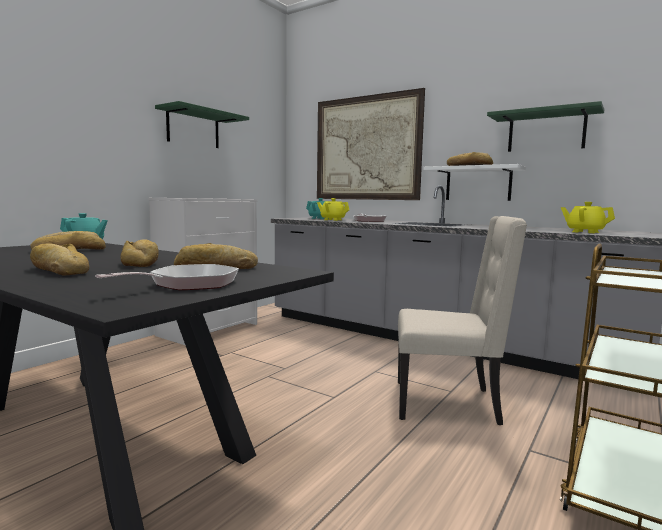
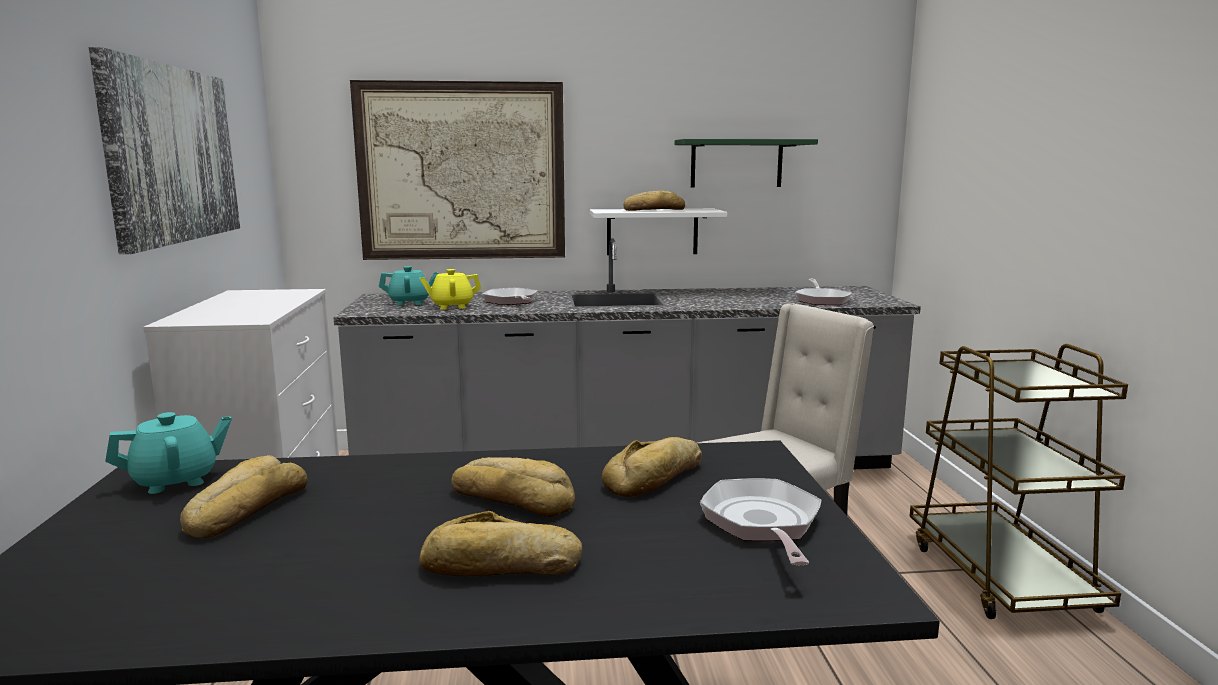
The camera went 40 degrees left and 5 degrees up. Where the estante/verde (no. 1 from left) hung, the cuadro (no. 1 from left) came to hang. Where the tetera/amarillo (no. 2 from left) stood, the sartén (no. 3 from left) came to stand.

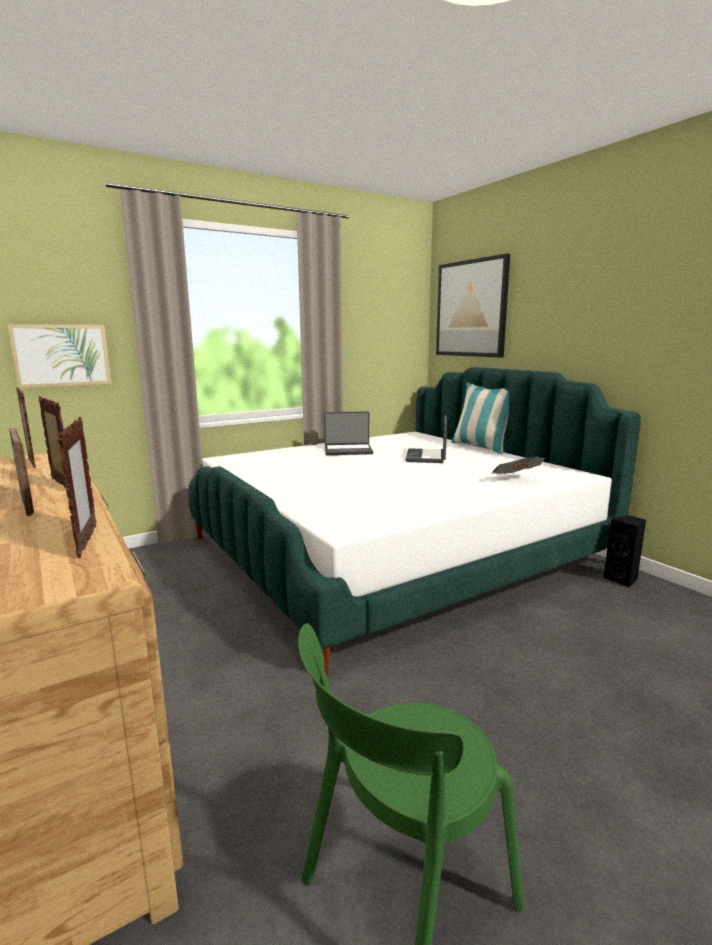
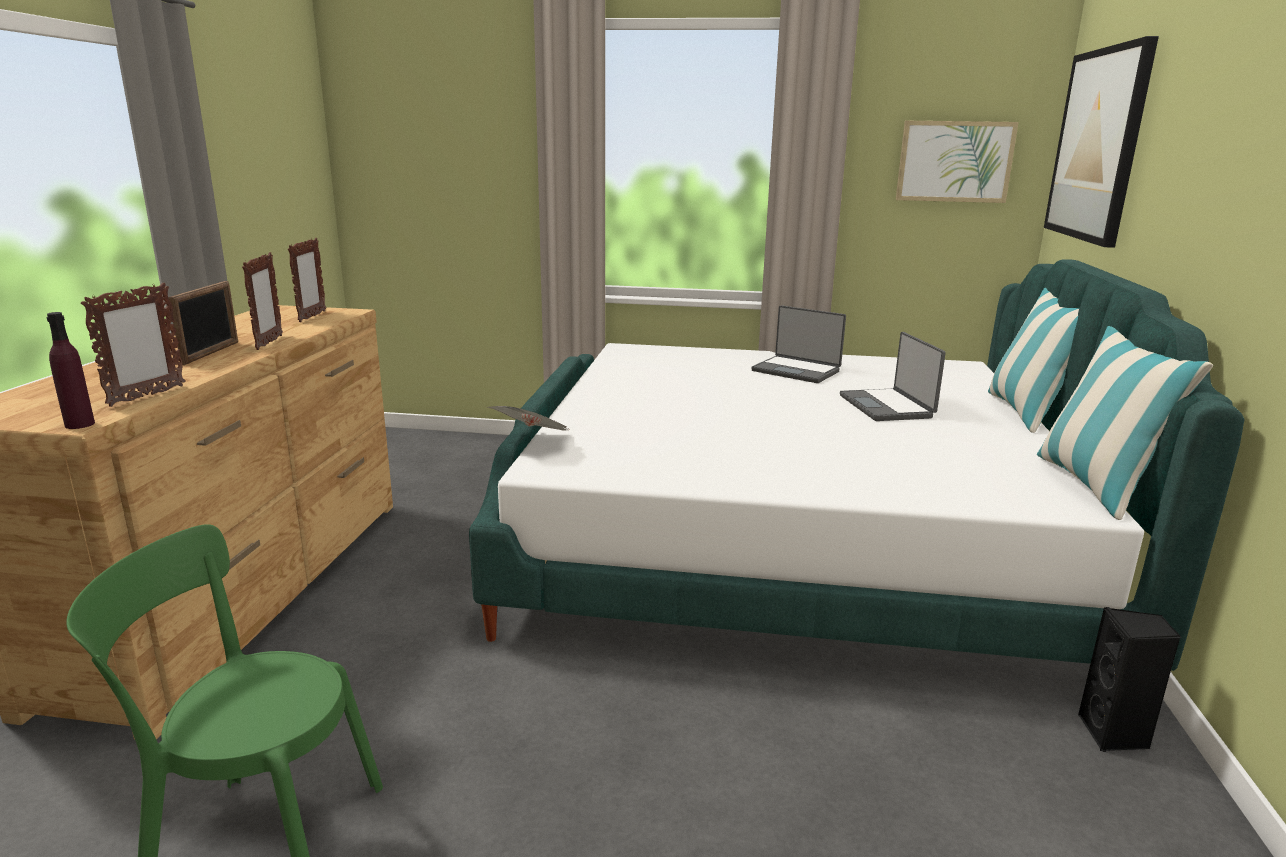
The camera went 40 degrees right and 5 degrees up. The second view gained the botella/morado. The periódico ended up elsewhere. The portátil (no. 2 from left) ended up facing another way, 60 degrees counterclockwise from before. The cuadro (no. 1 from left) ended up elsewhere. The second view gained the cojín (no. 2 from left).

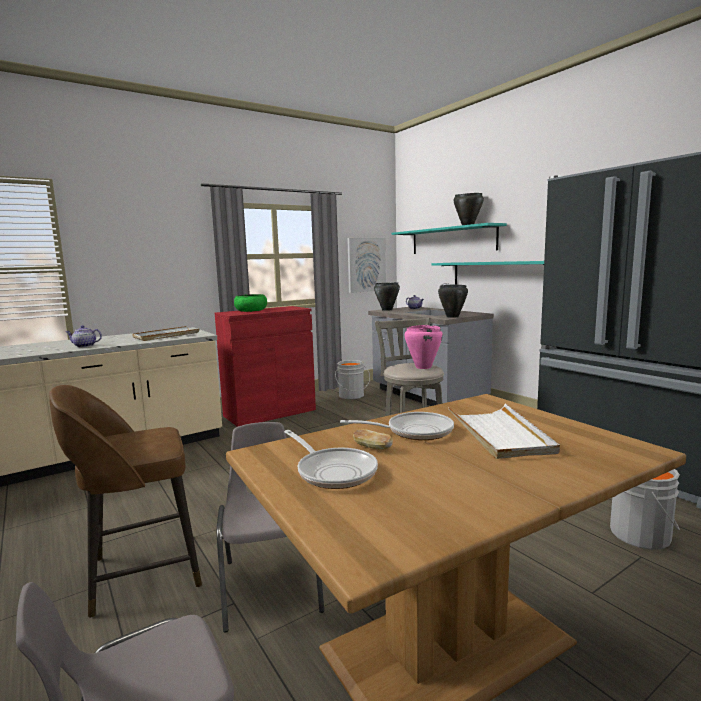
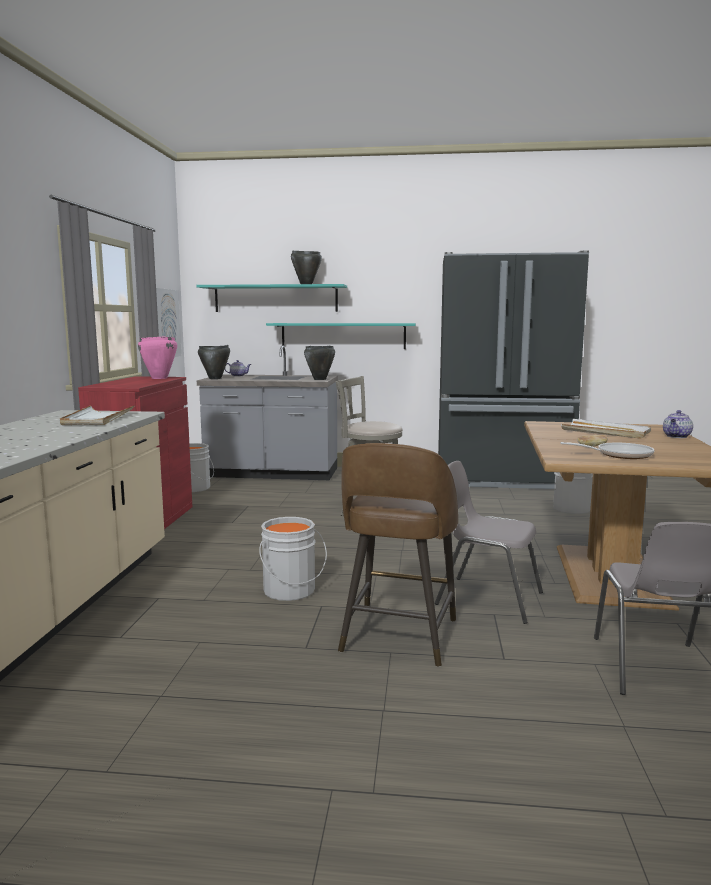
The camera went 50 degrees left and 0 degrees up. The olla/rosa ended up elsewhere. The second view gained the cubo/gris (no. 2 from left). The tetera (no. 1 from left in the first image) ended up elsewhere. The second view lost the cuenco/verde. The second view lost the sartén (no. 2 from left).

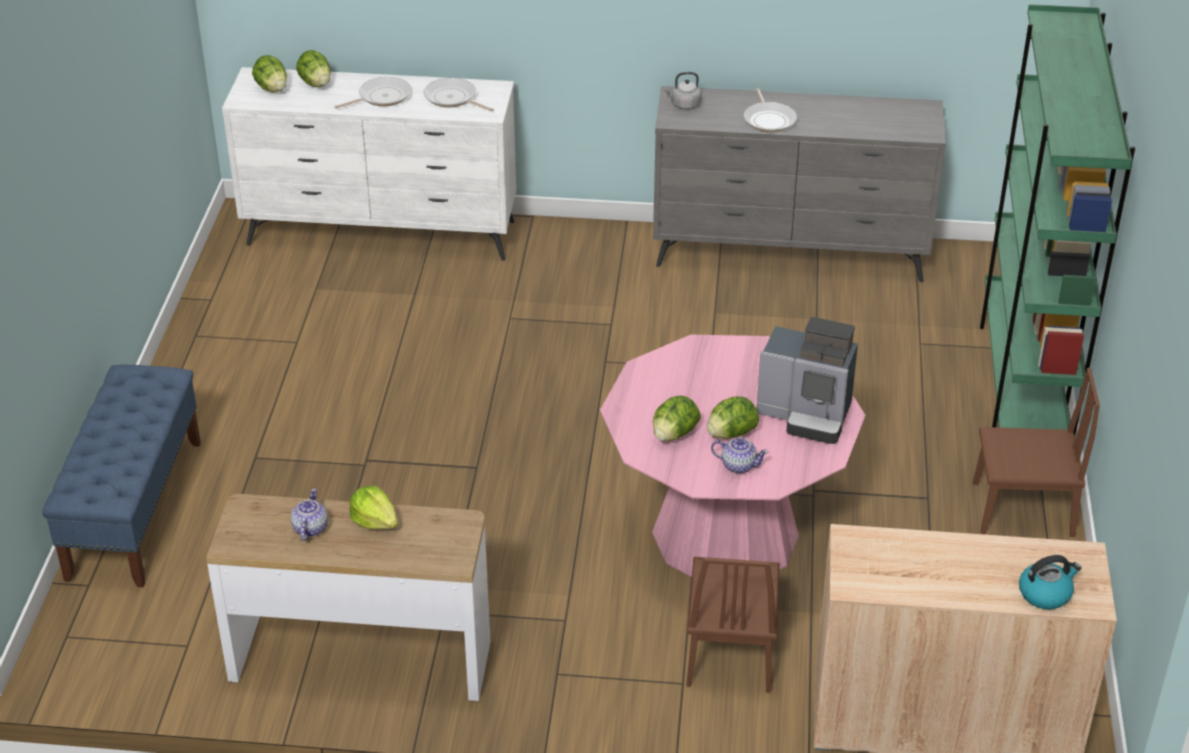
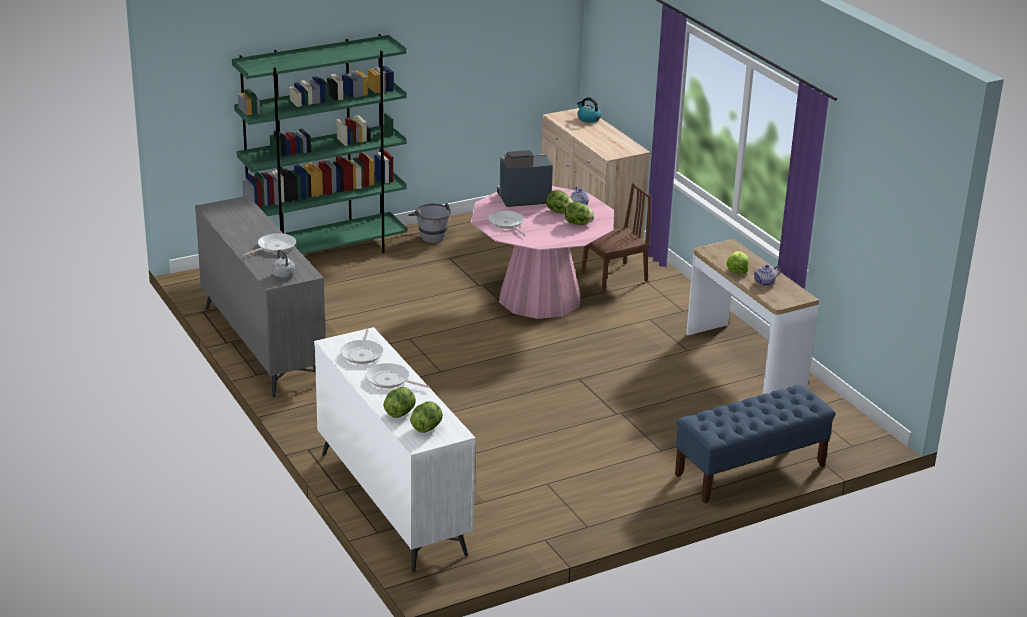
The camera went 125 degrees left and 10 degrees down. Where the silla/marrón (no. 2 from left) stood, the cubo/gris came to stand. The second view gained the sartén (no. 4 from left). The cafetera ended up facing another way, 90 degrees counterclockwise from before.

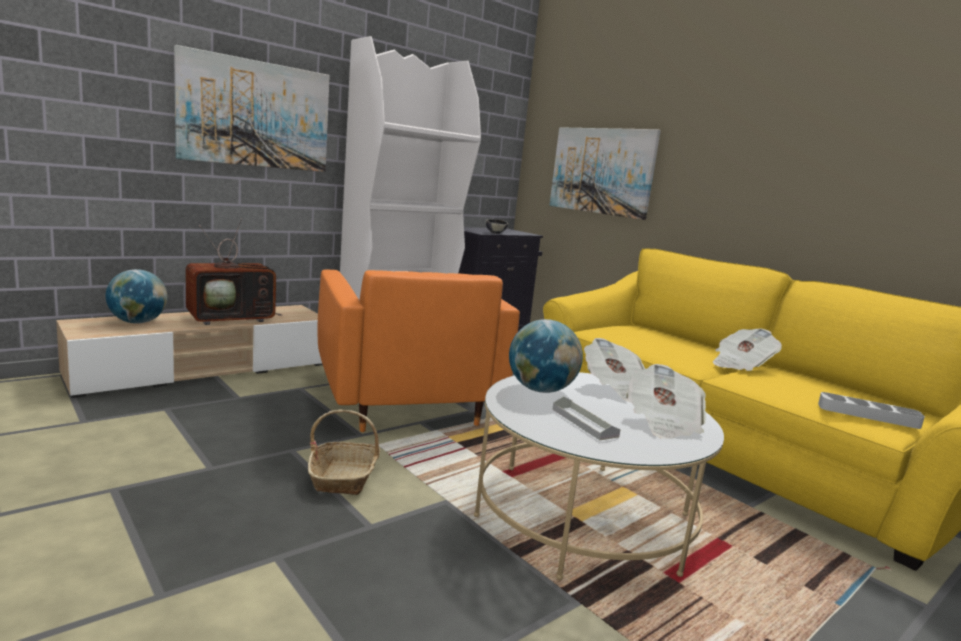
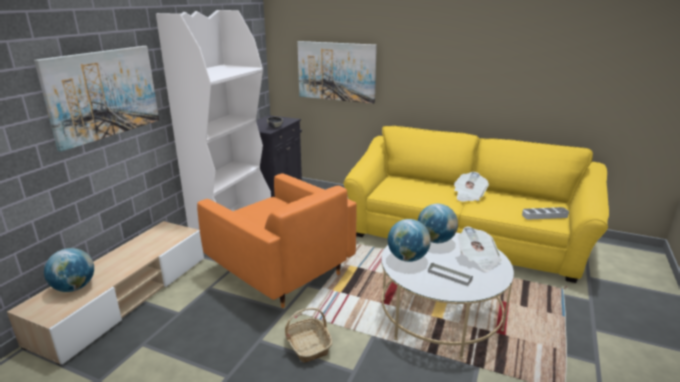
The camera went 25 degrees left and 10 degrees up. Where the periódico (no. 1 from left) stood, the globo terráqueo (no. 3 from left) came to stand. The second view lost the televisor.

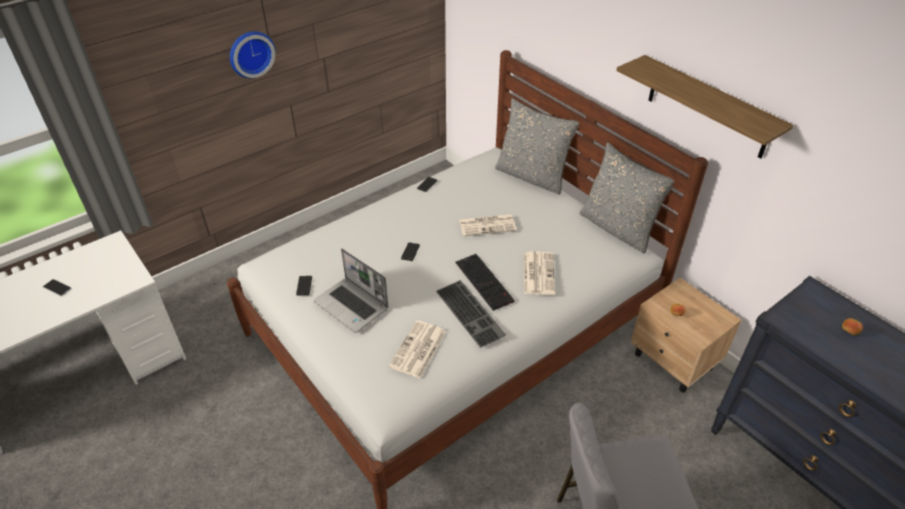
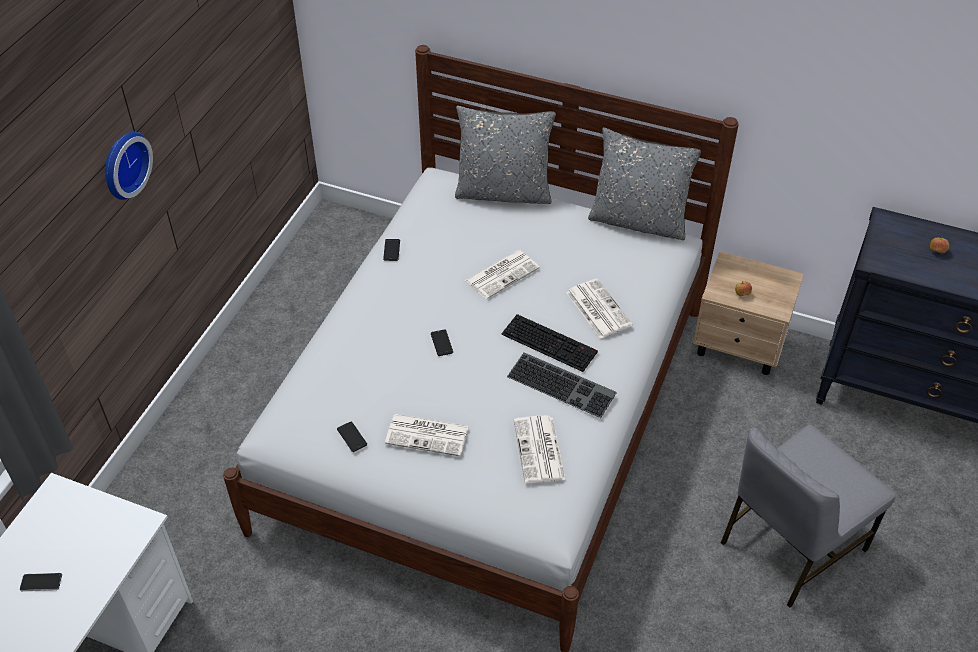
The camera went 30 degrees left and 5 degrees up. Where the portátil stood, the periódico (no. 1 from left) came to stand. The second view lost the estante.

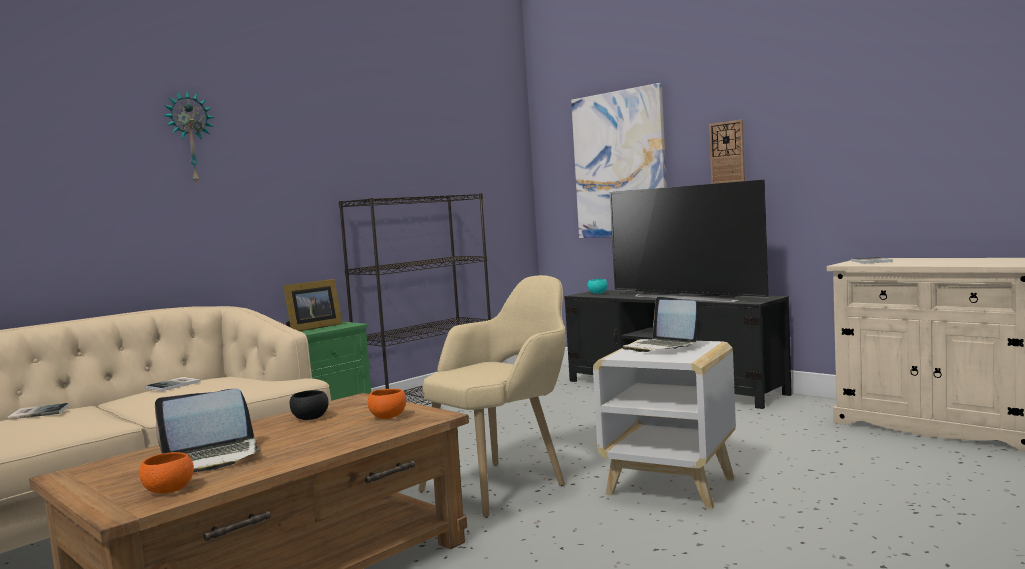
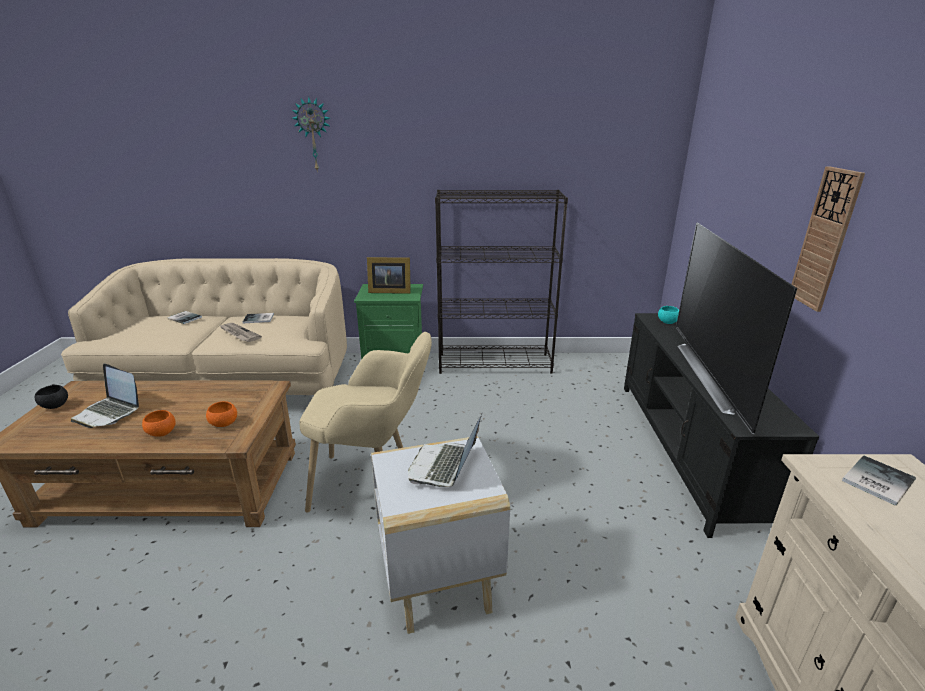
The camera went 45 degrees right and 20 degrees up. The cuenco/negro ended up elsewhere. The cuenco/naranja (no. 1 from left) ended up elsewhere. The second view gained the periódico. The second view lost the cuadro.

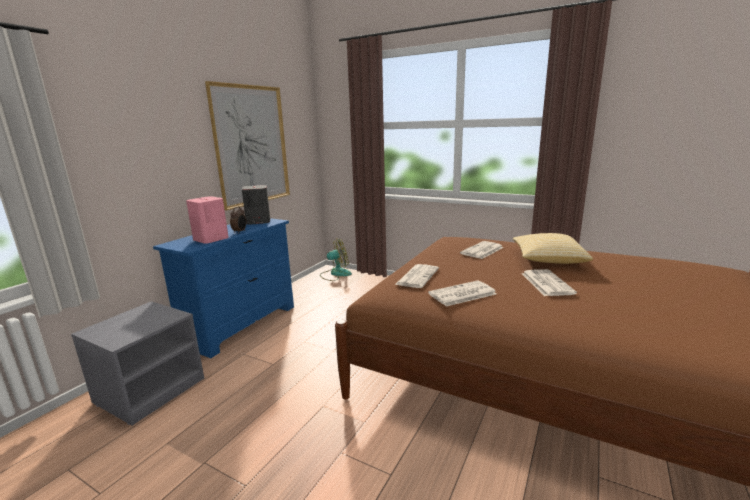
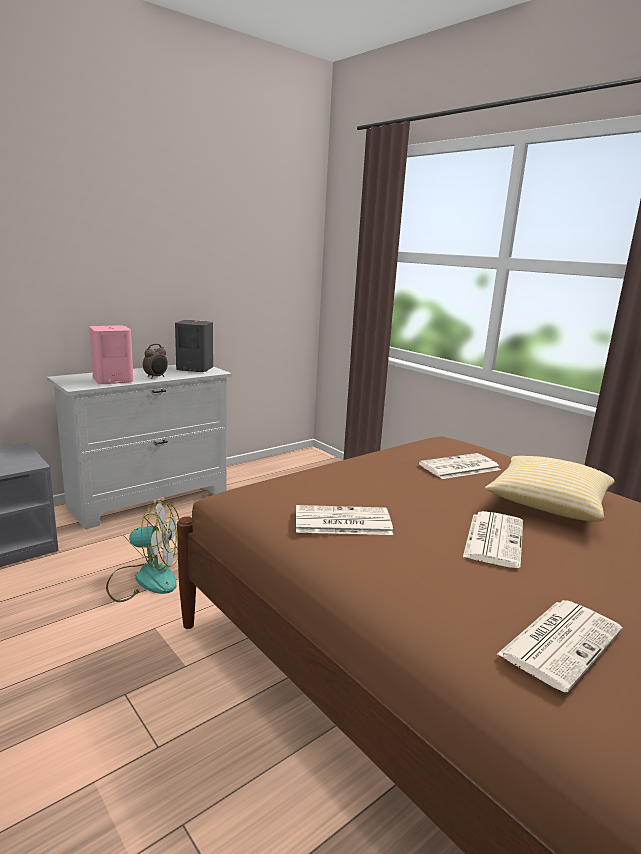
The camera went 20 degrees right and 0 degrees up. What was the cómoda/azul turned into the cómoda/blanco. The ventilador ended up elsewhere. The periódico (no. 1 from left in the first image) ended up elsewhere. The second view lost the cuadro.

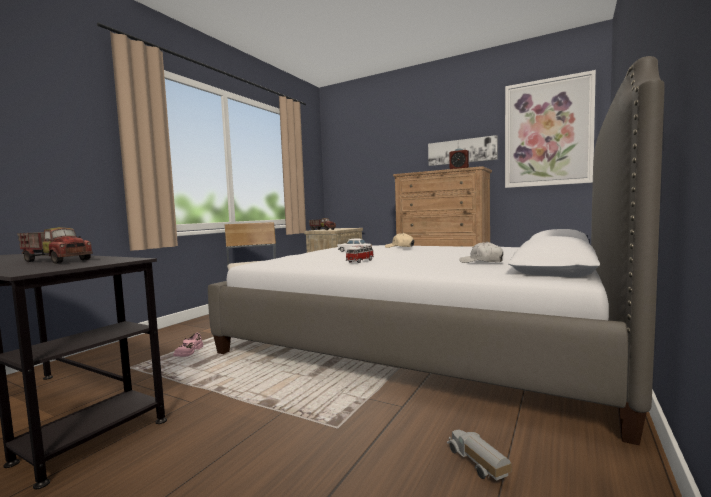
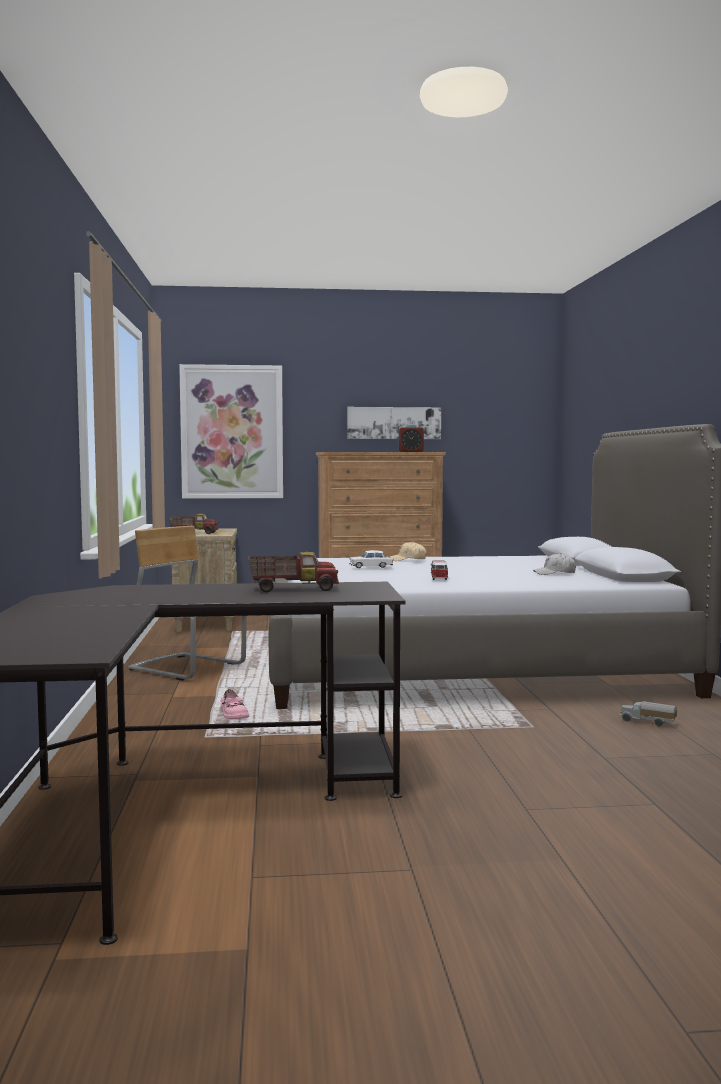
The camera went 35 degrees left and 0 degrees up. The cuadro (no. 2 from left in the first image) ended up elsewhere.

